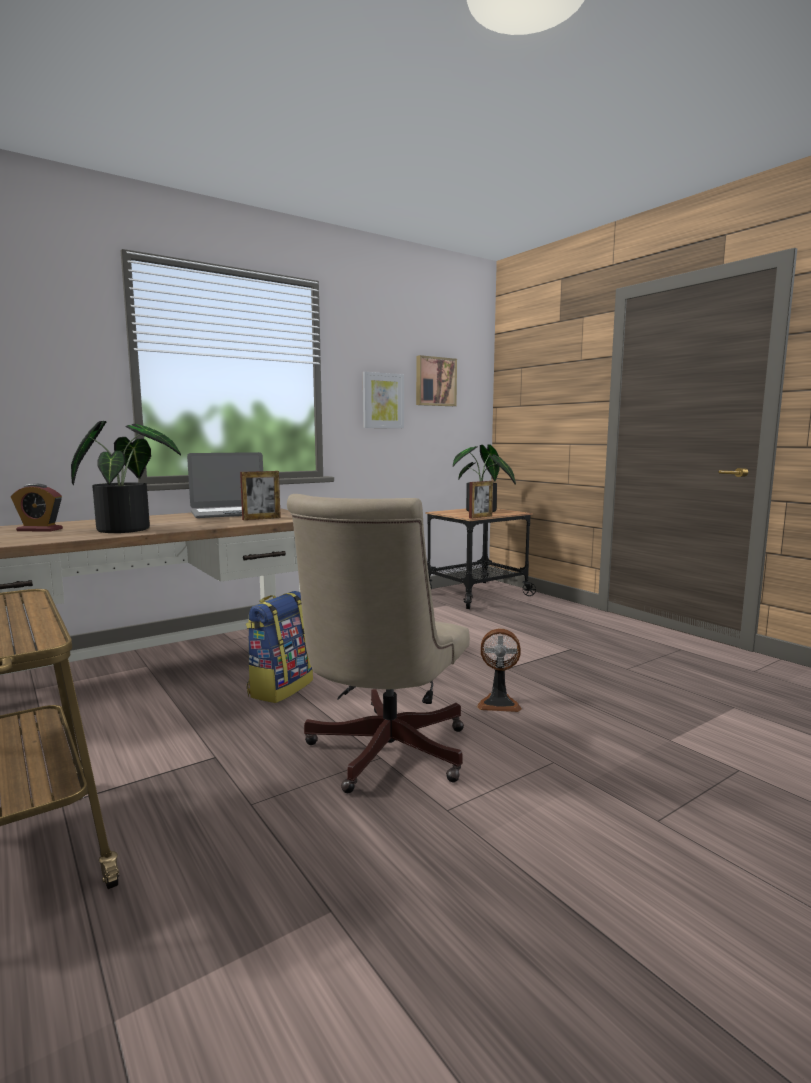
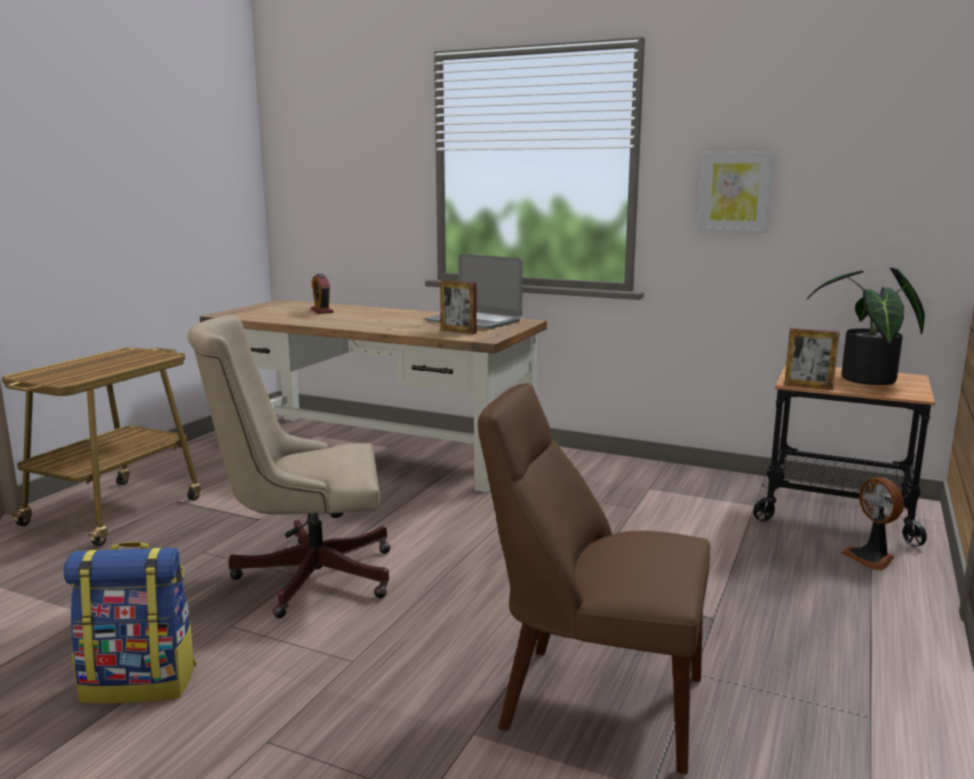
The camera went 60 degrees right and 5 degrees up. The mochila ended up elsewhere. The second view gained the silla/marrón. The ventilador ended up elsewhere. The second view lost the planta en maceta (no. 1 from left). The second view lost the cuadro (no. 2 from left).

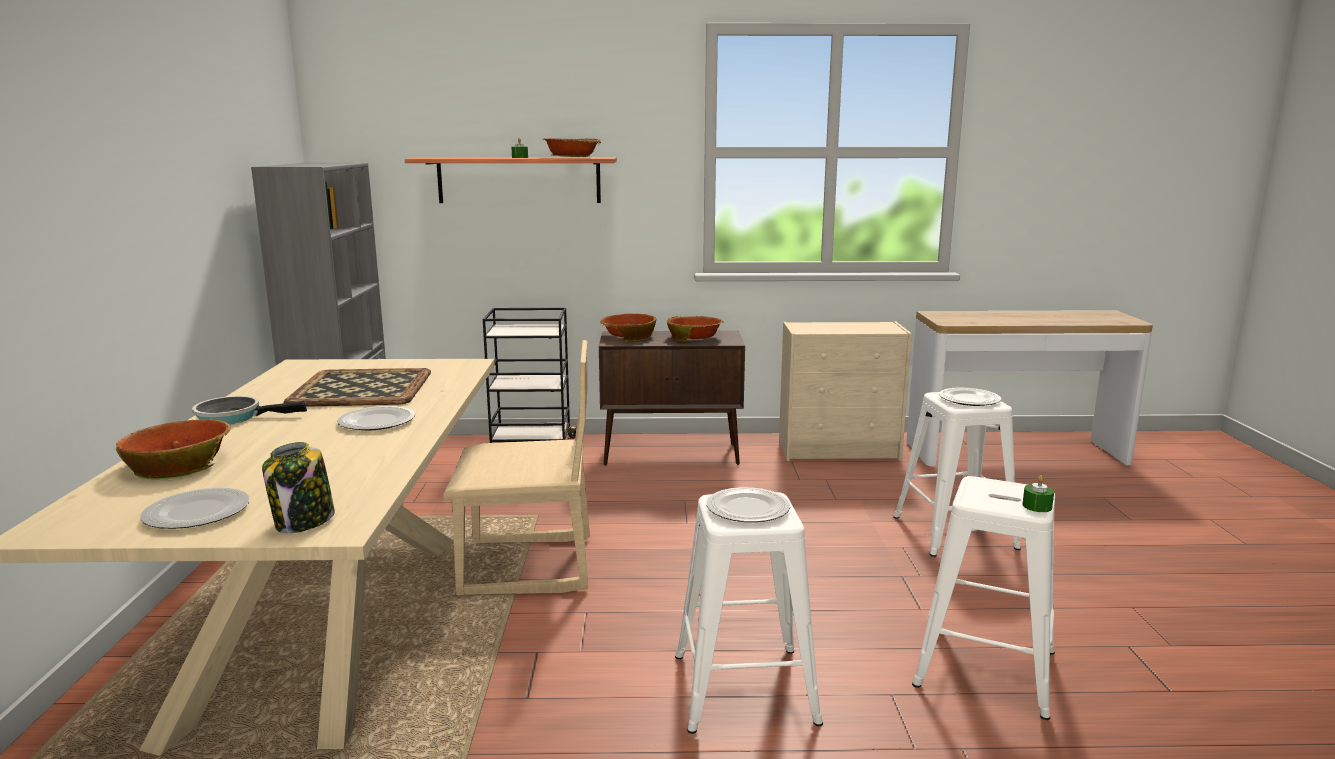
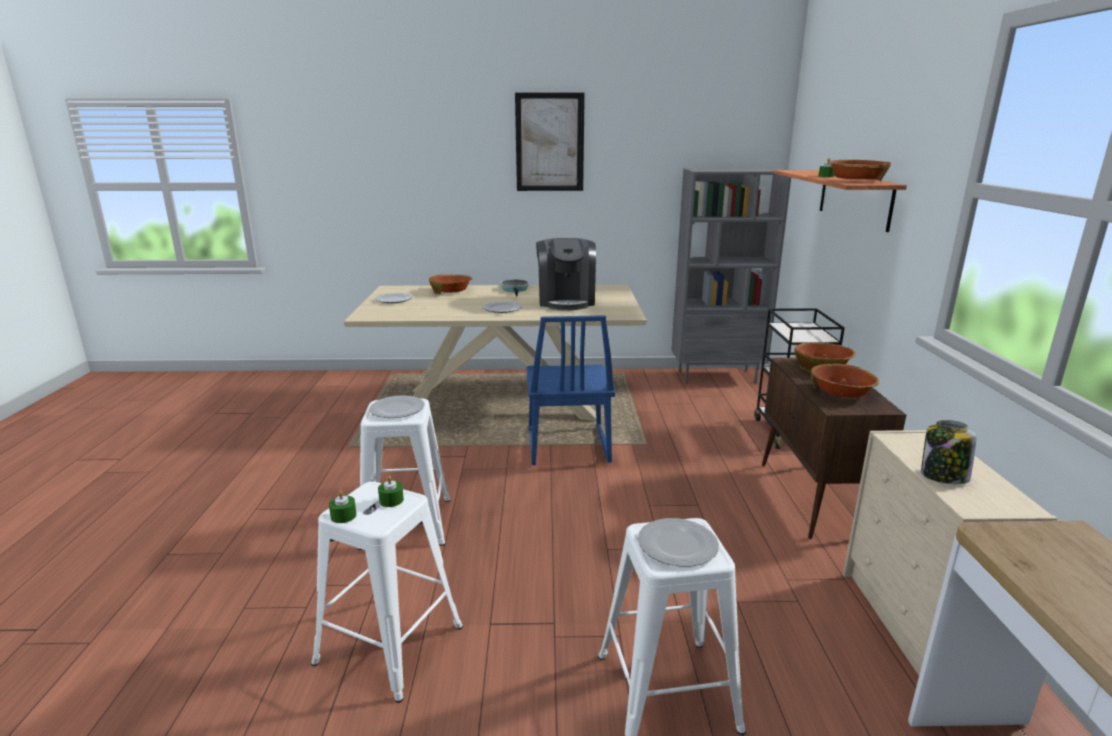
The camera went 90 degrees right and 5 degrees up. The second view gained the vela/verde (no. 2 from left). The second view gained the cuadro. What was the silla/beis turned into the silla/azul. Where the bandeja stood, the cafetera came to stand. The tarro ended up elsewhere.

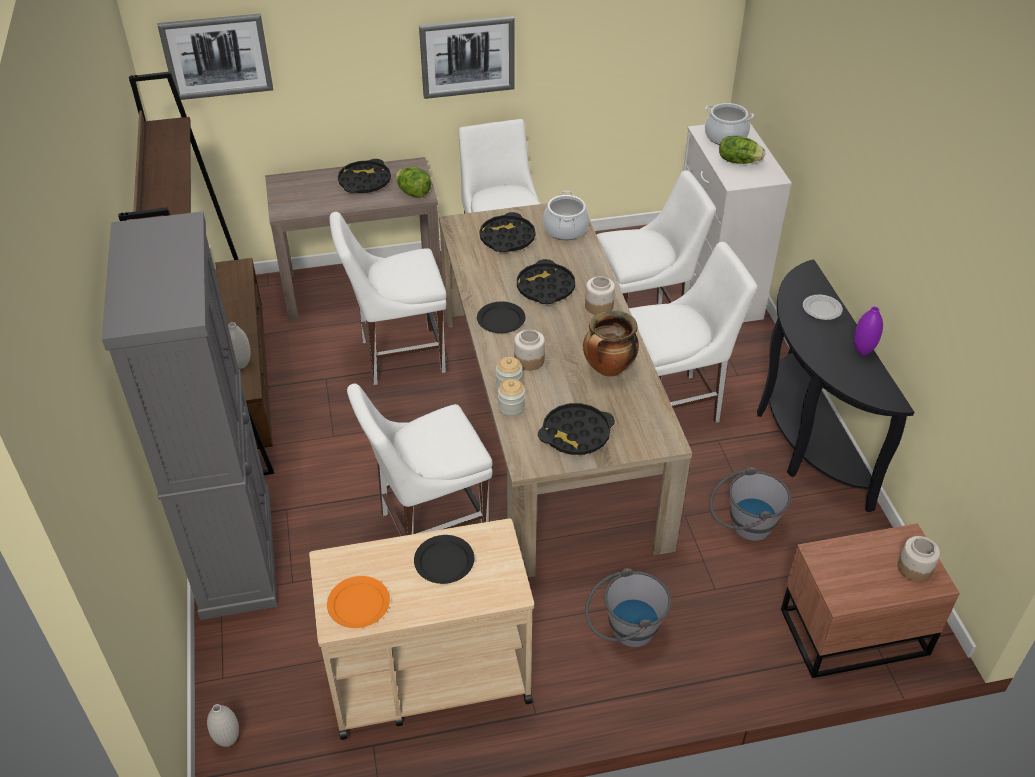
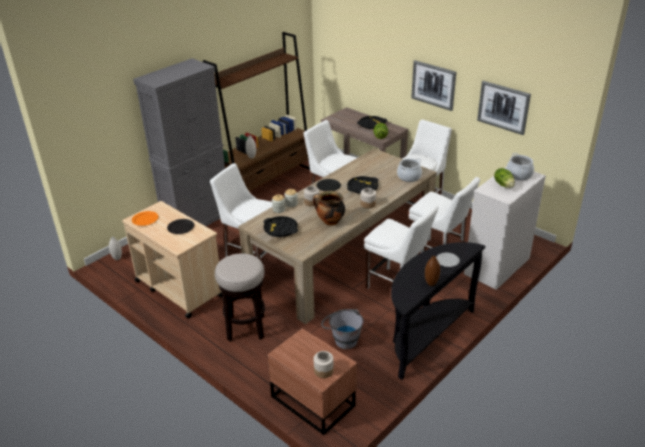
The camera went 55 degrees right and 10 degrees down. Where the cubo/gris (no. 1 from left) stood, the taburete came to stand. What was the florero/morado turned into the florero/marrón. The cuadro (no. 1 from left in the first image) ended up elsewhere. The second view lost the bandeja/negro (no. 2 from left).

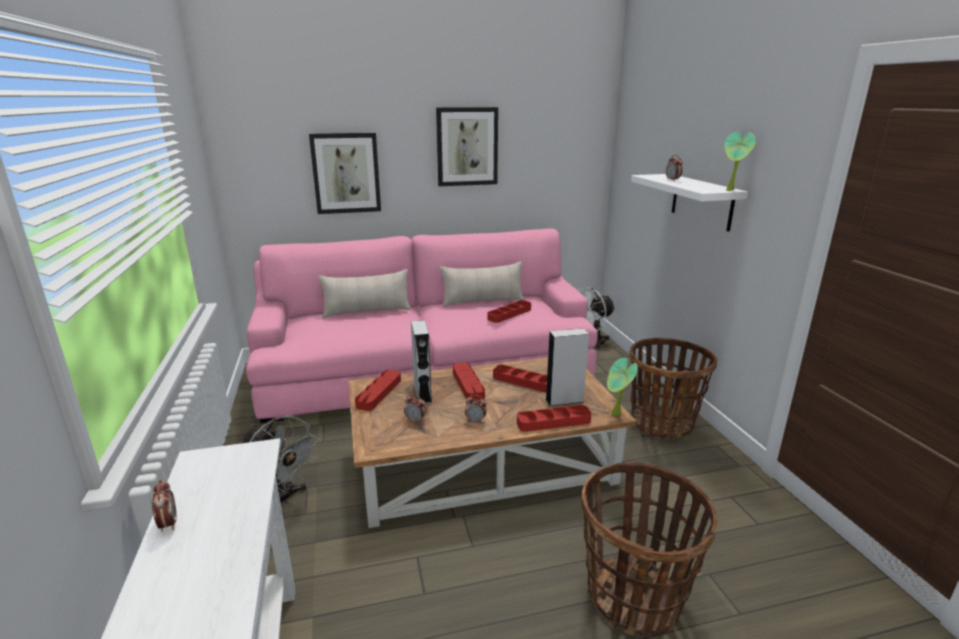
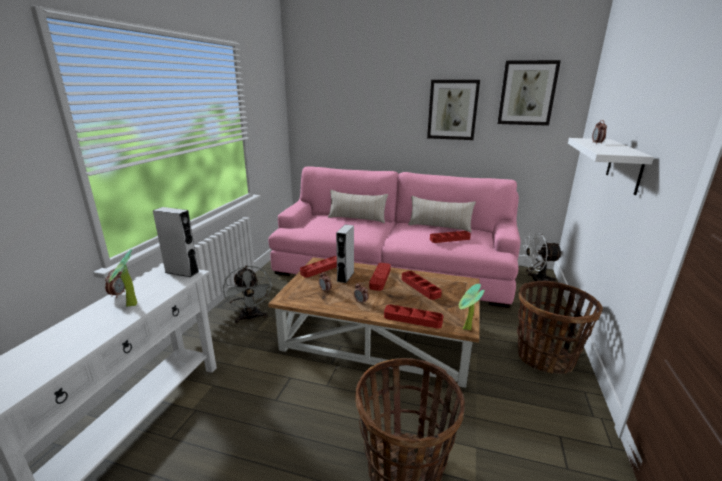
The camera went 30 degrees right and 0 degrees up. The planta en maceta (no. 2 from left in the first image) ended up elsewhere. The altavoz/gris (no. 2 from left in the first image) ended up elsewhere. The cuadro (no. 1 from left in the first image) ended up elsewhere.

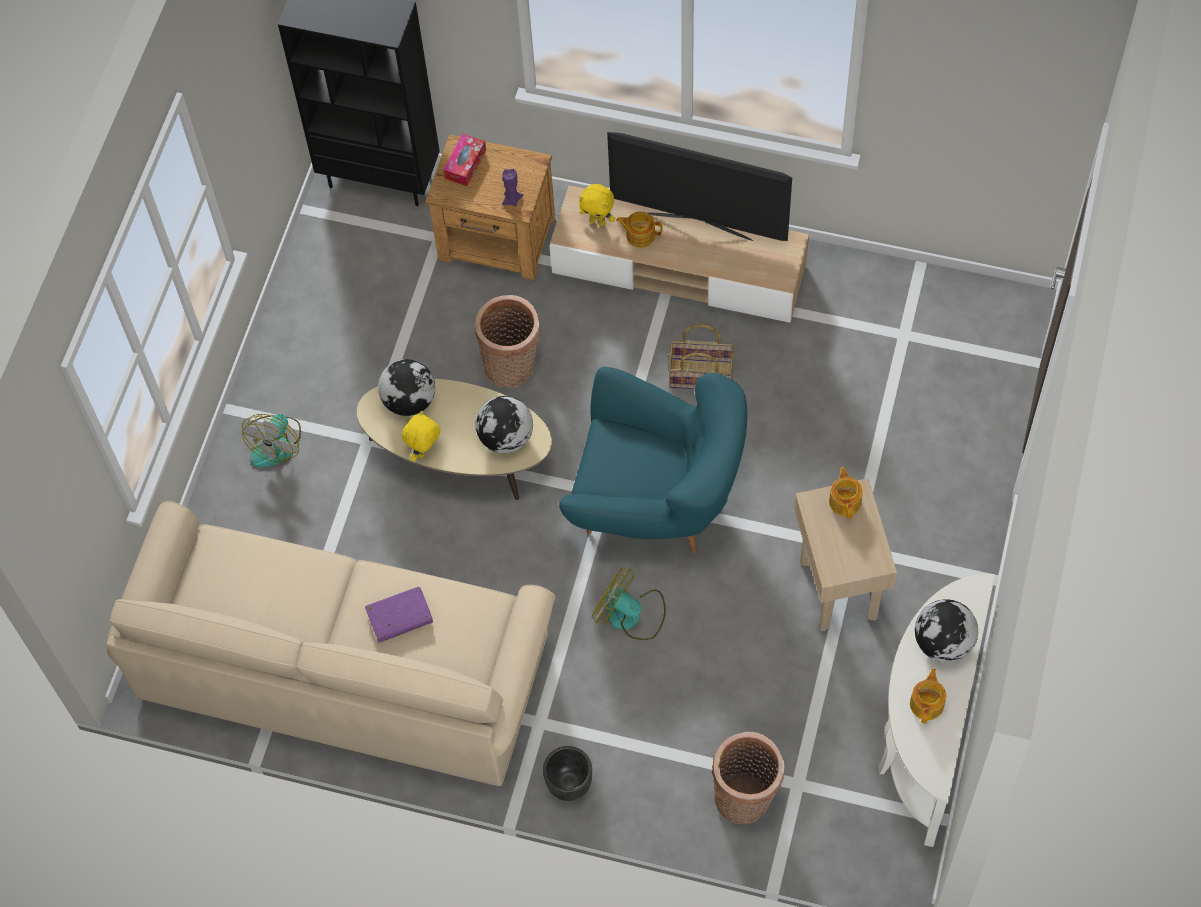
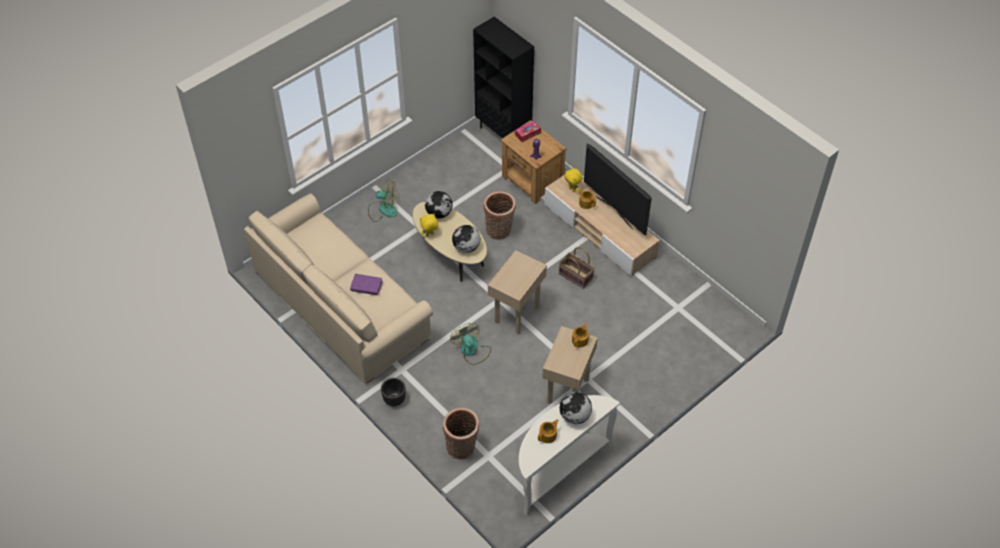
The camera went 30 degrees right and 10 degrees down. The ventilador (no. 1 from left) ended up facing another way, 135 degrees counterclockwise from before. Where the sillón/turquesa stood, the mesa auxiliar/beis (no. 1 from left) came to stand.

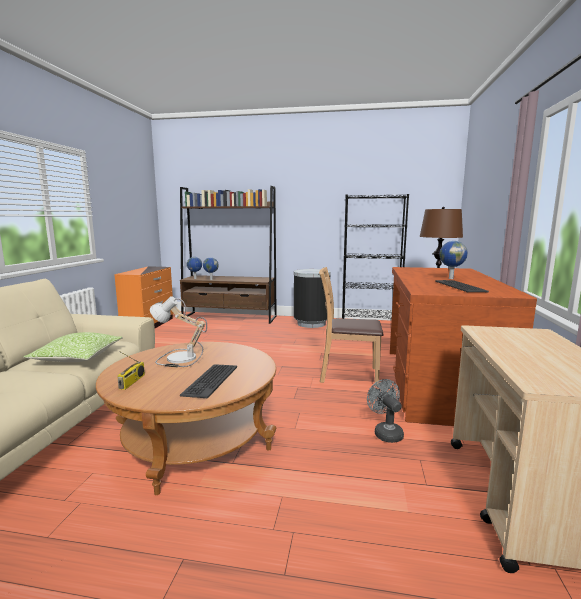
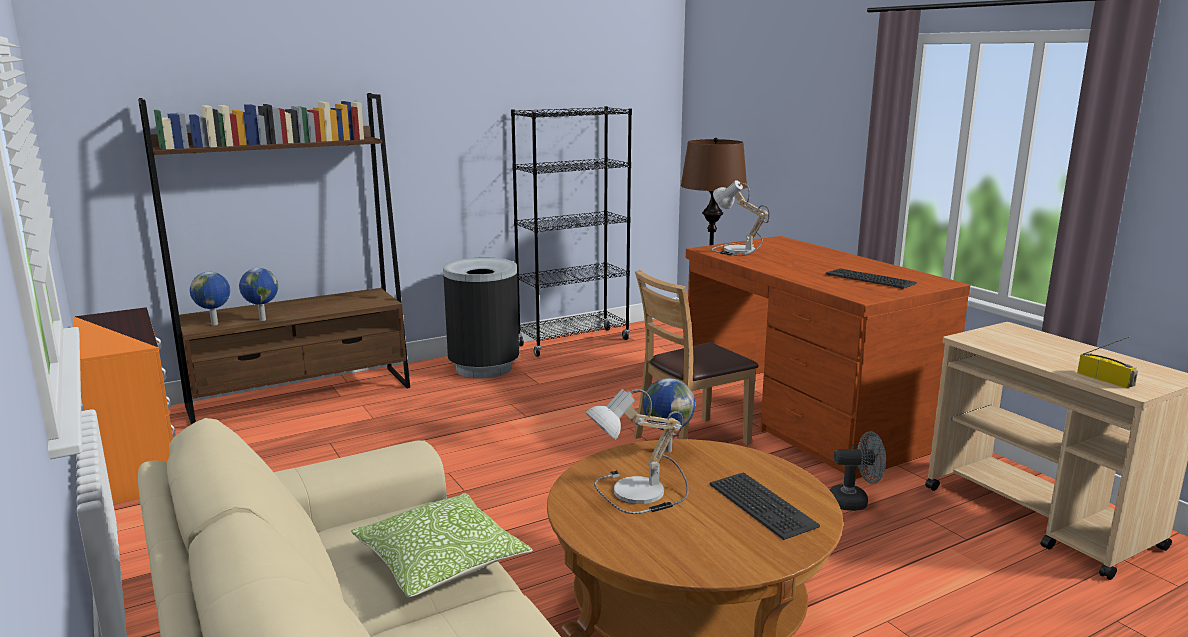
The camera went 40 degrees left and 5 degrees up. The globo terráqueo (no. 3 from left) ended up elsewhere. The second view gained the lámpara de mesa (no. 2 from left). The ventilador/gris ended up facing another way, 150 degrees clockwise from before. The radio ended up elsewhere.

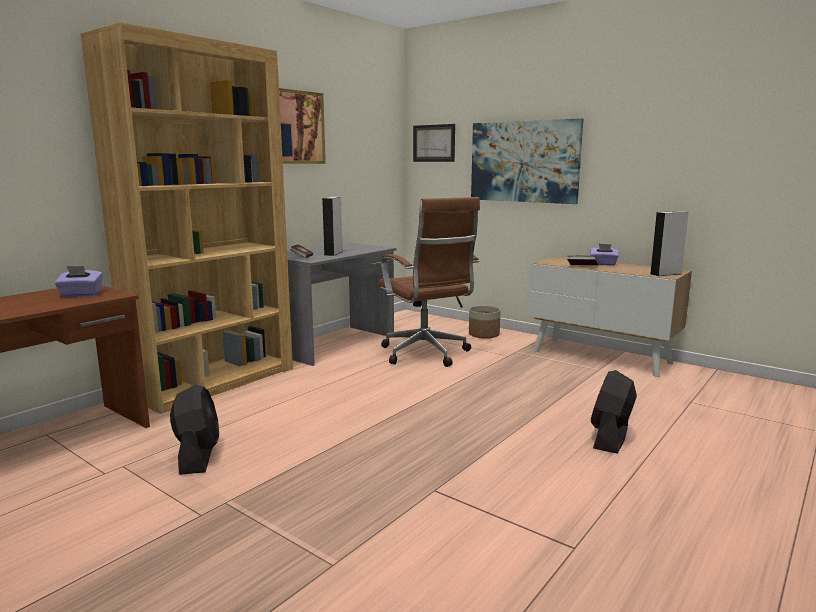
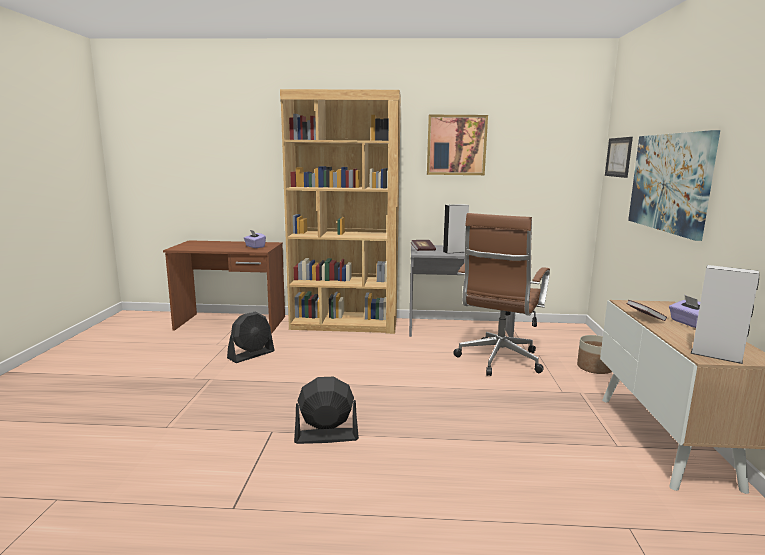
The camera went 55 degrees right and 0 degrees up. The ventilador/negro (no. 2 from left) ended up elsewhere.

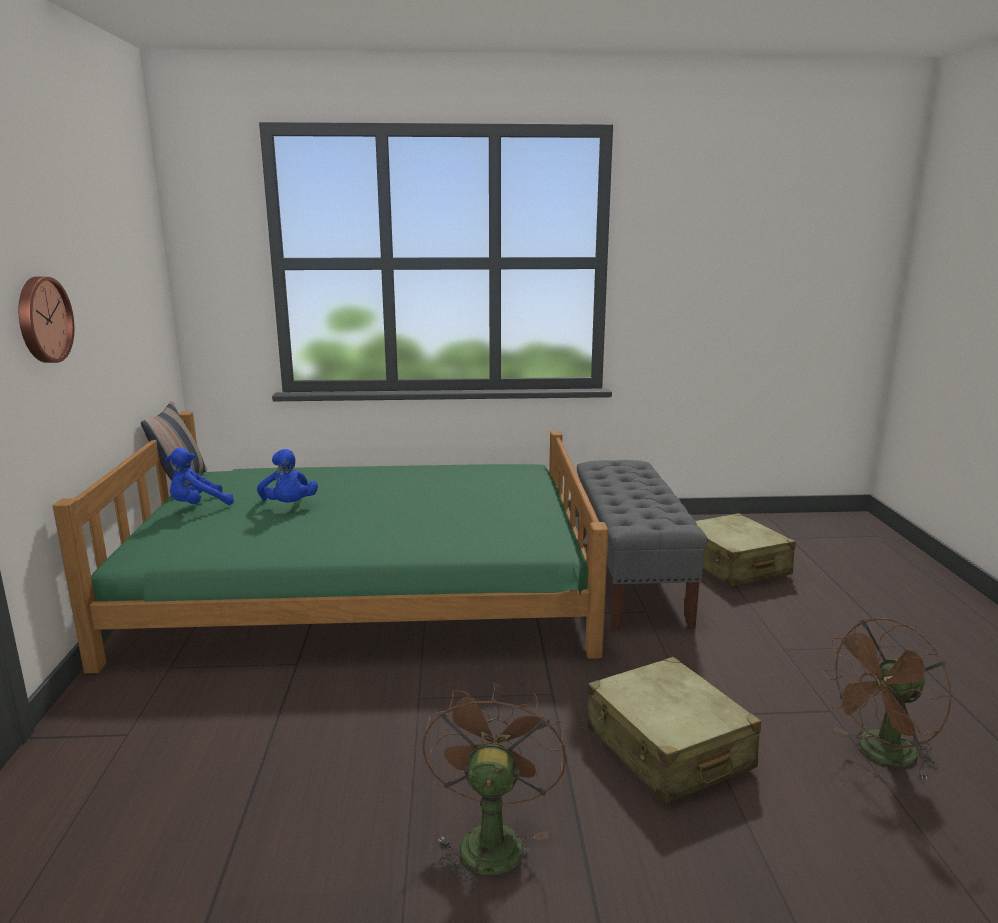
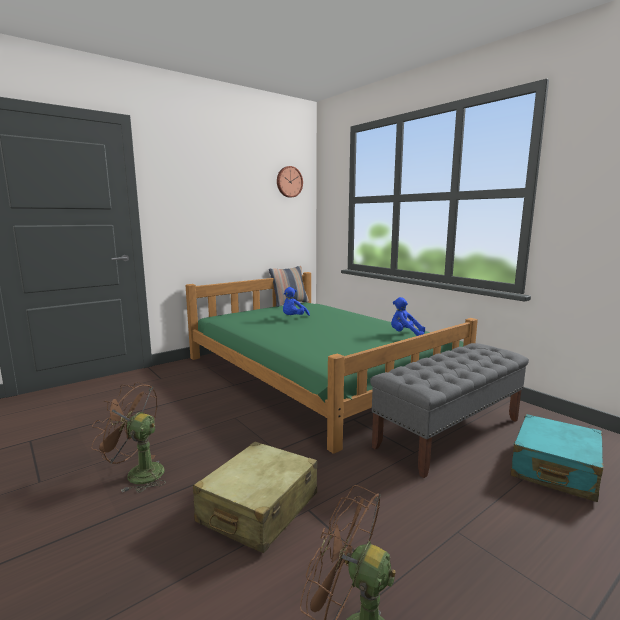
The camera went 55 degrees right and 5 degrees down. The ventilador/marrón (no. 1 from left) ended up facing another way, 135 degrees counterclockwise from before. The reloj de pared ended up elsewhere. The peluche/azul (no. 1 from left in the first image) ended up elsewhere. What was the maleta/beis (no. 2 from left) turned into the maleta/turquesa.

